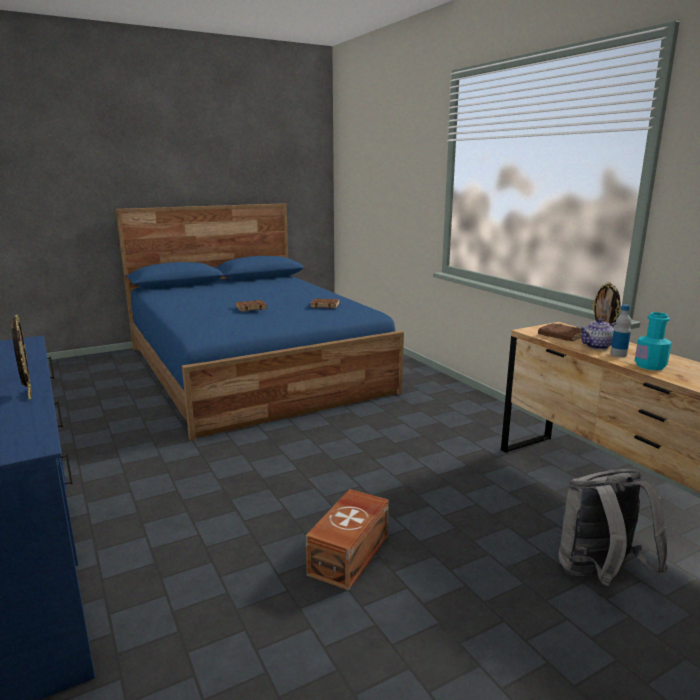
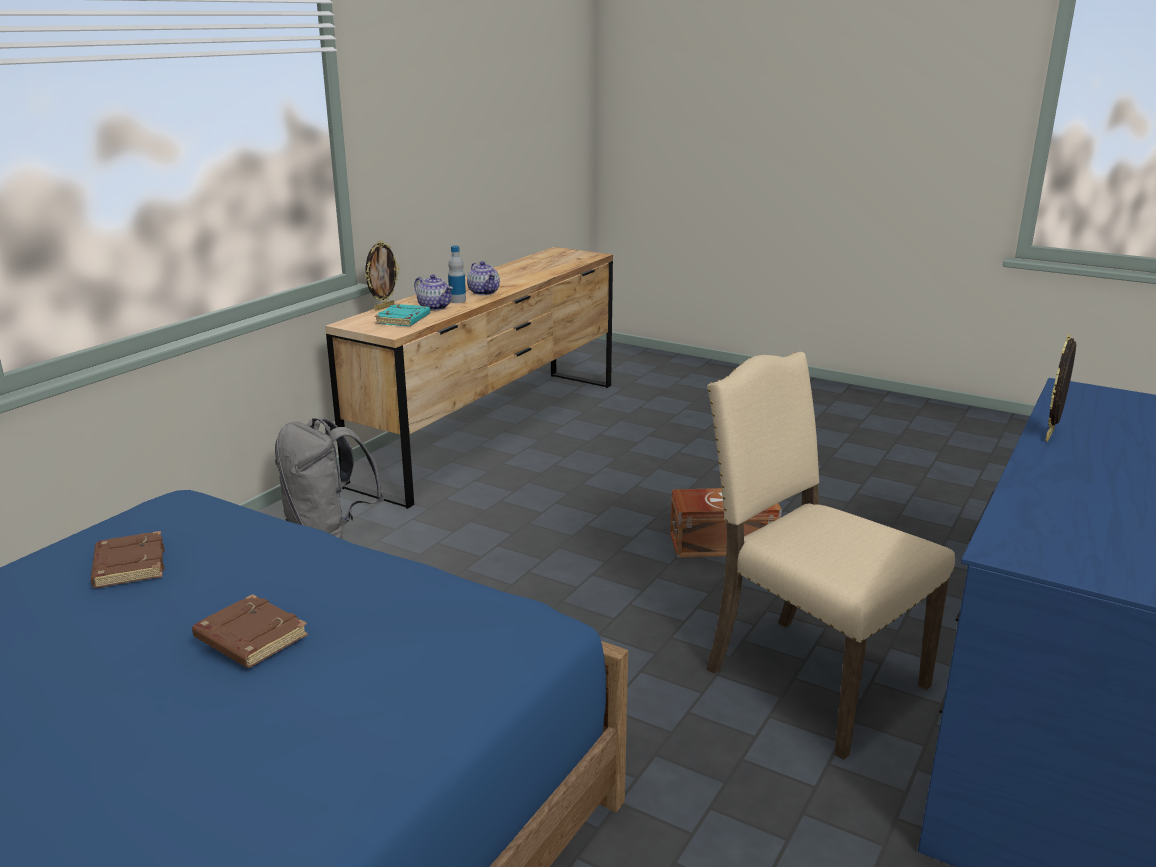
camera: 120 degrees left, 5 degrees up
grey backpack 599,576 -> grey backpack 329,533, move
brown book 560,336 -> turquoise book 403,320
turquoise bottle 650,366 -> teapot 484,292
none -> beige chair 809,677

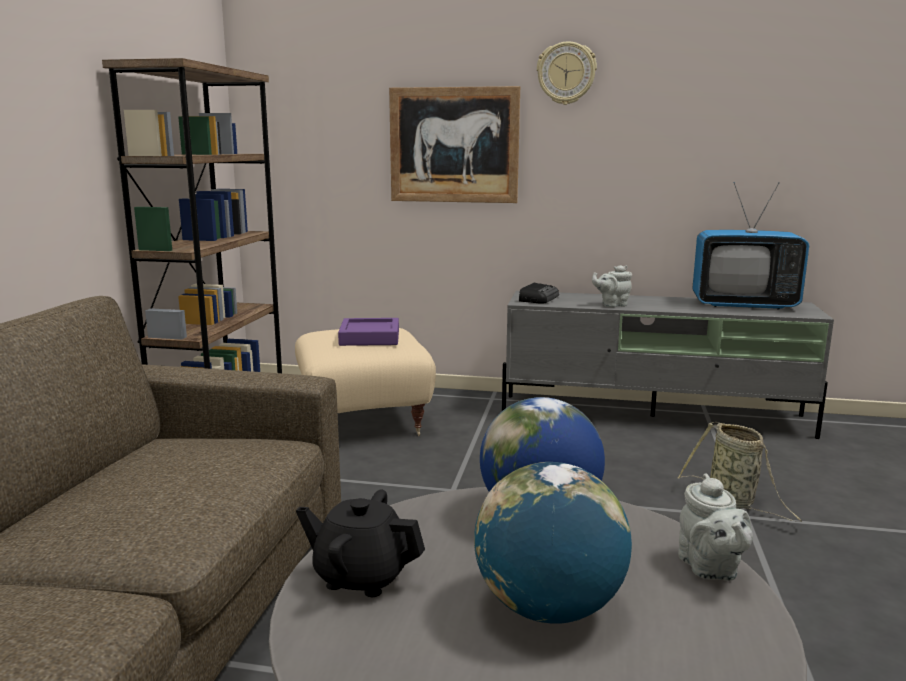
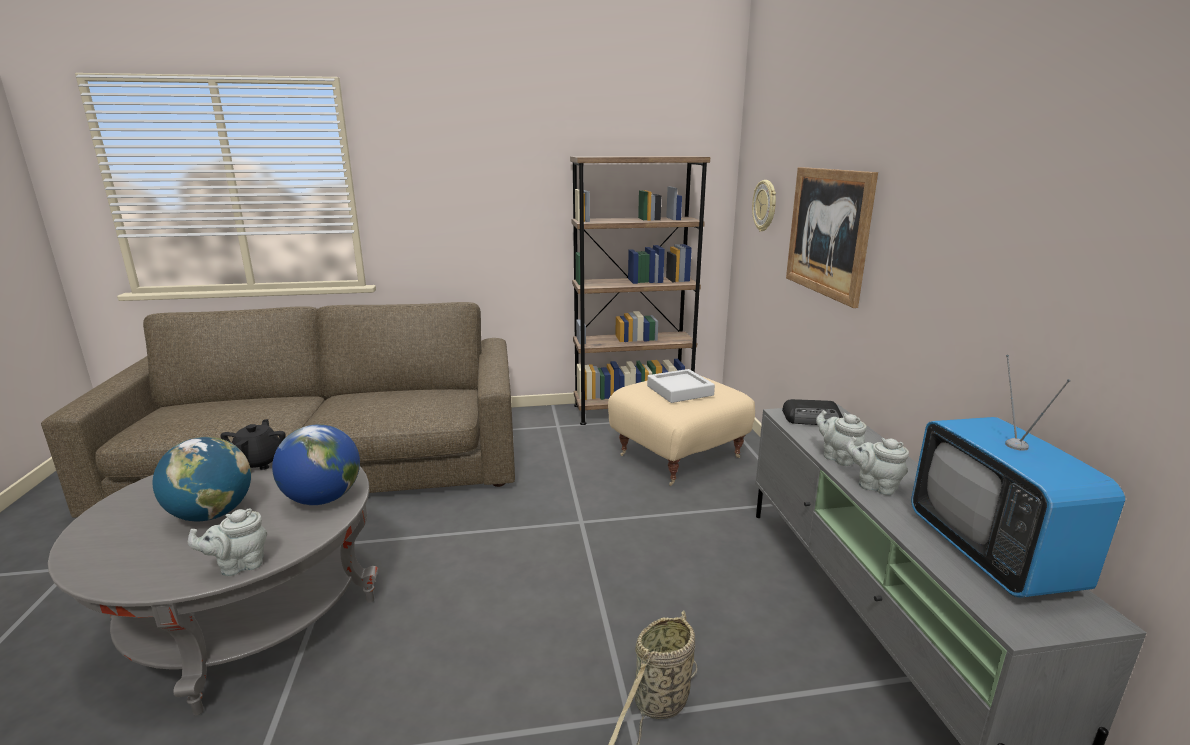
camera: 70 degrees right, 5 degrees up
purple tray 369,338 -> grey tray 679,391
wall clock 566,73 -> wall clock 765,205, move
none -> grey teapot 874,486

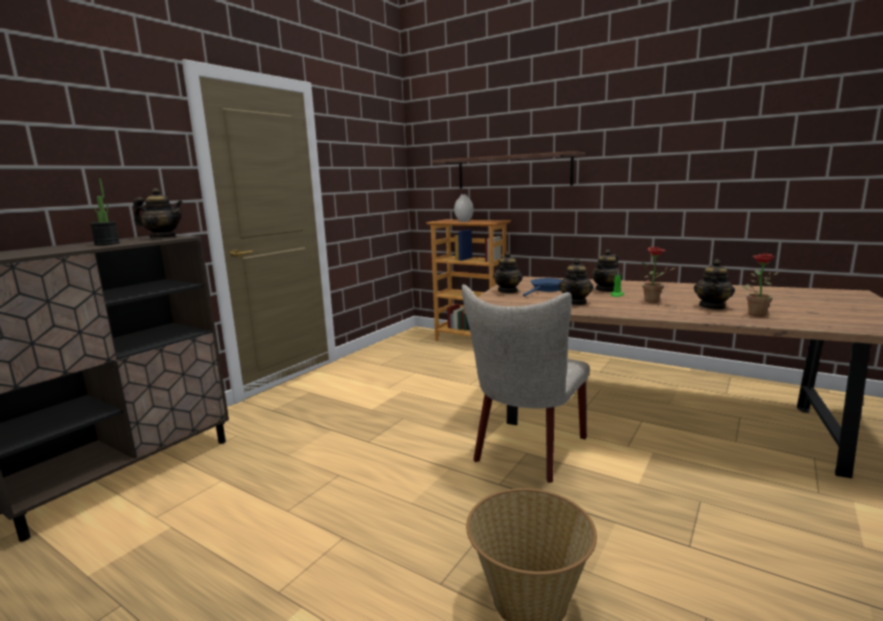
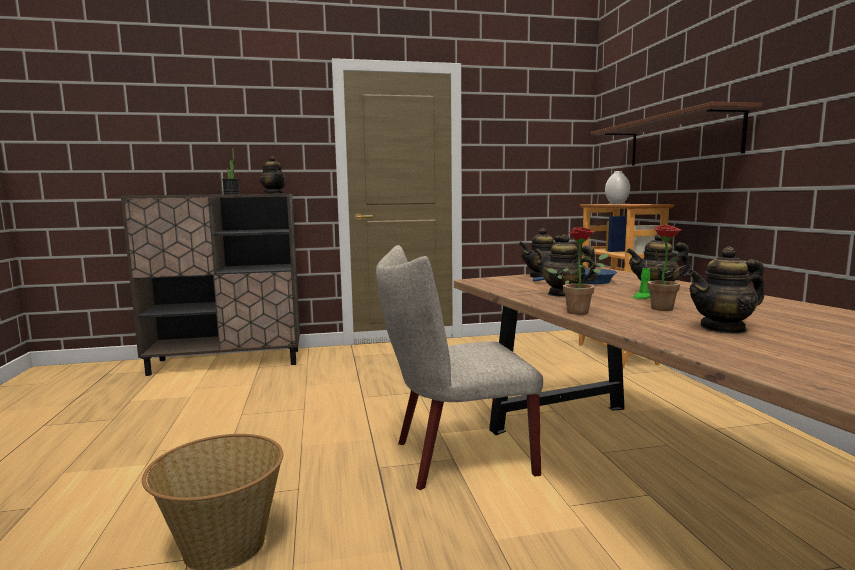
camera: 45 degrees right, 5 degrees down
teapot 575,302 -> teapot 563,294, 60 degrees clockwise
potted plant 755,313 -> potted plant 580,311, move

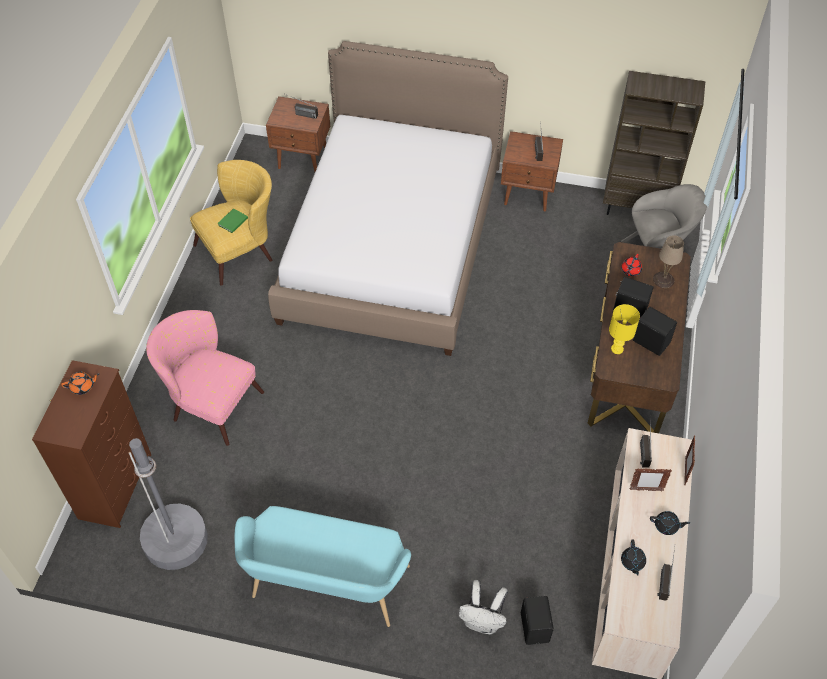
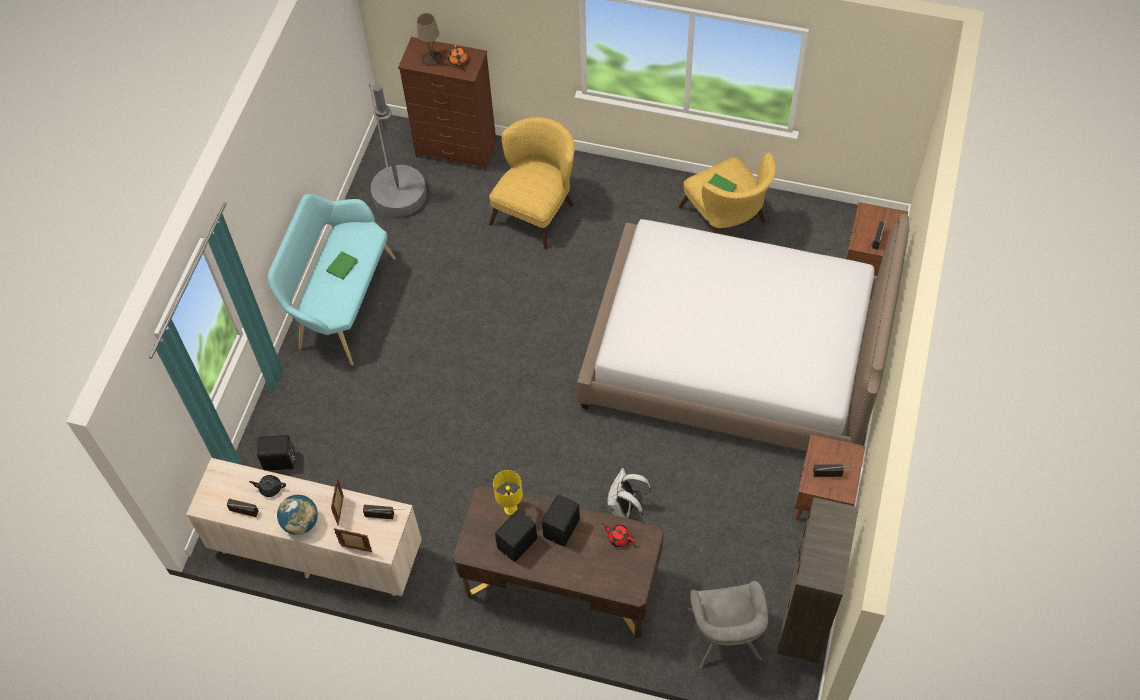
camera: 95 degrees right, 5 degrees up
black teapot 666,526 -> globe 301,523
none -> green book 343,265
beige table lamp 664,279 -> beige table lamp 432,58, move
pink armchair 210,403 -> yellow armchair 537,209
white backpack 483,622 -> white backpack 625,508, move

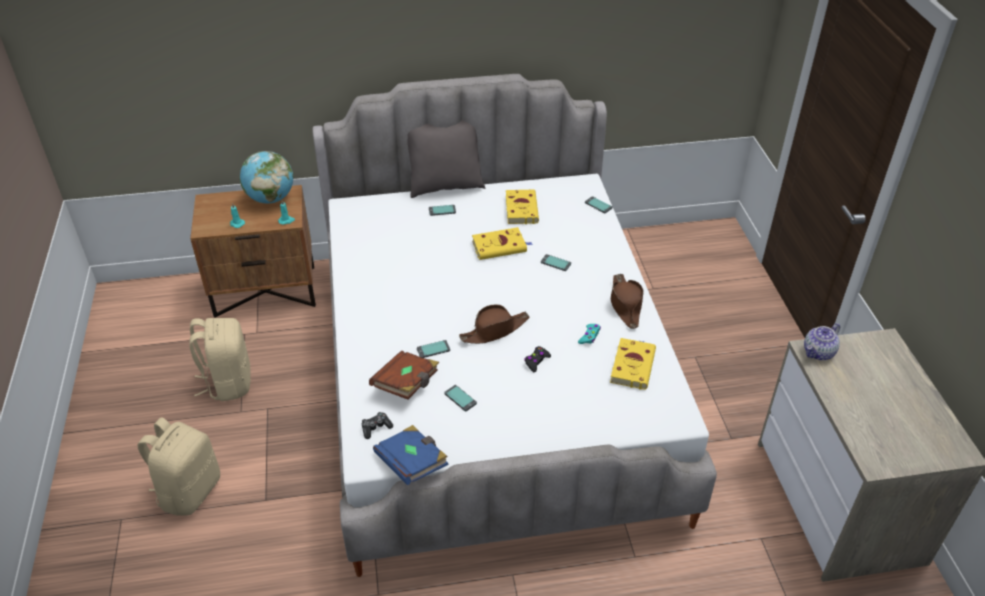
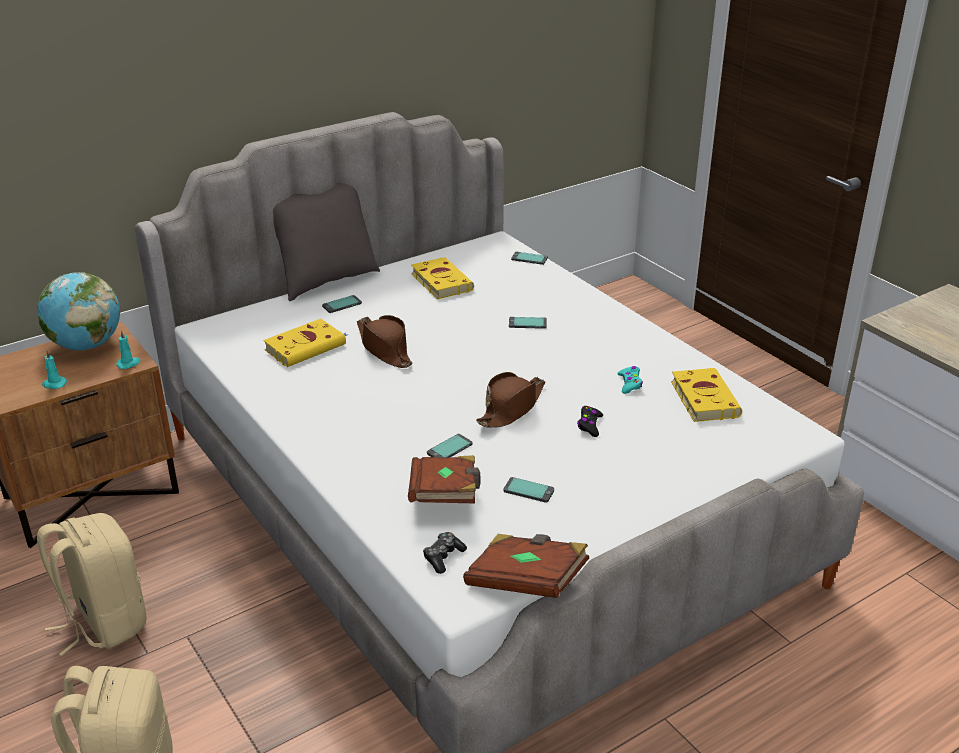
camera: 25 degrees left, 10 degrees down
yellow book 500,246 -> yellow book 307,347, move
brown hat 625,305 -> brown hat 384,348, move
blue book 412,463 -> brown book 526,582
teapot 818,353 -> none

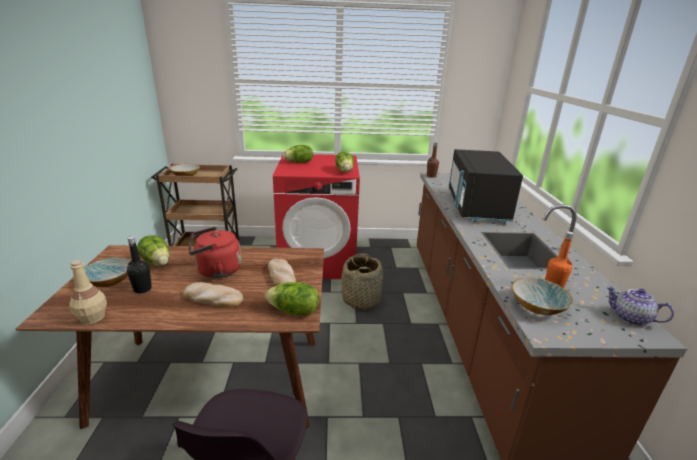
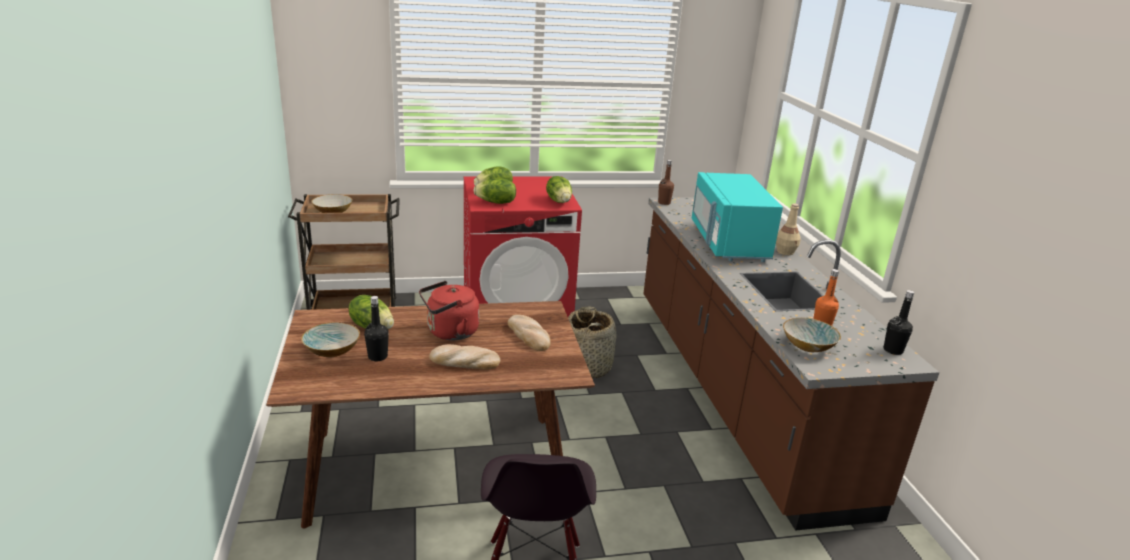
camera: 10 degrees left, 0 degrees up
lettuce 294,311 -> lettuce 496,202, move
black microwave 476,207 -> turquoise microwave 728,243
beige bottle 93,317 -> beige bottle 785,252, move
teapot 630,318 -> black bottle 893,350

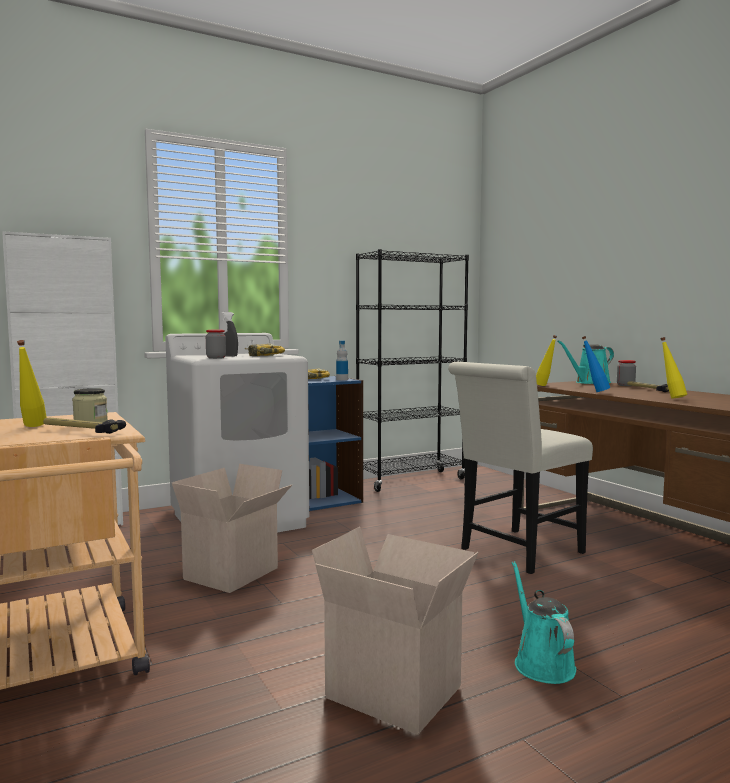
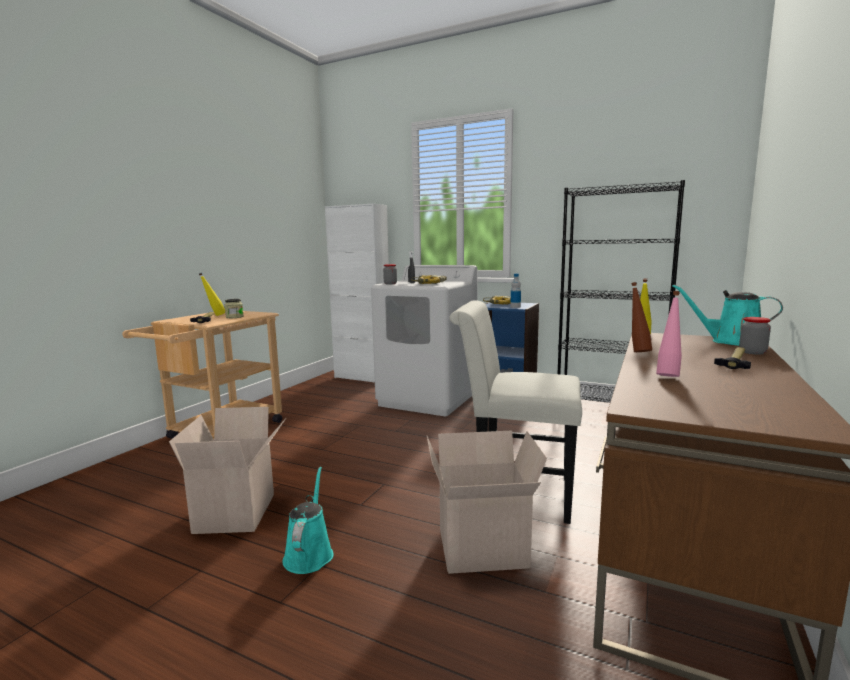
camera: 55 degrees right, 5 degrees up
turquoise watering can 541,663 -> turquoise watering can 309,553, 45 degrees counterclockwise
cardboard box 232,574 -> cardboard box 481,550, move
blue bottle 594,392 -> brown bottle 637,351
yellow bottle 671,398 -> pink bottle 668,375

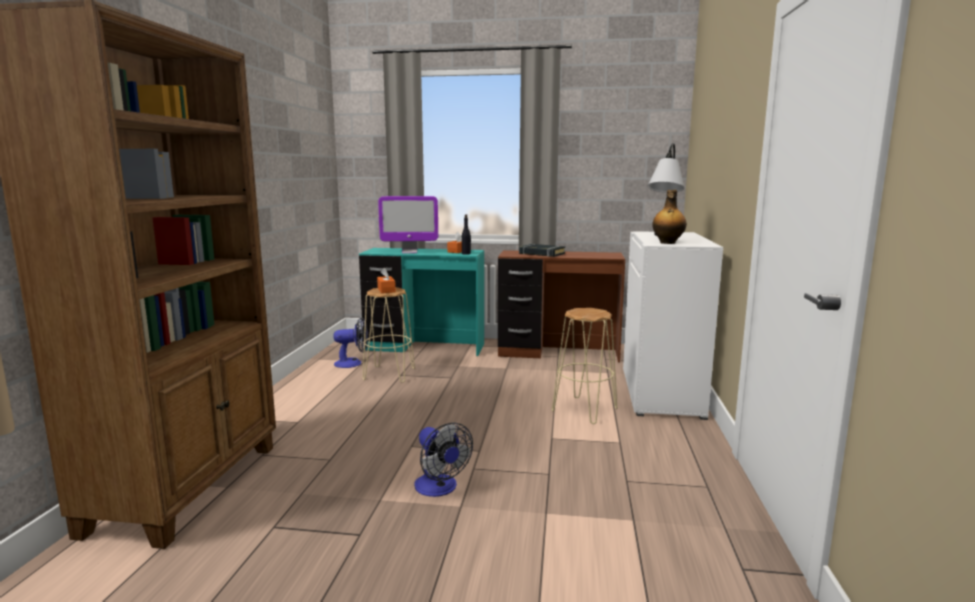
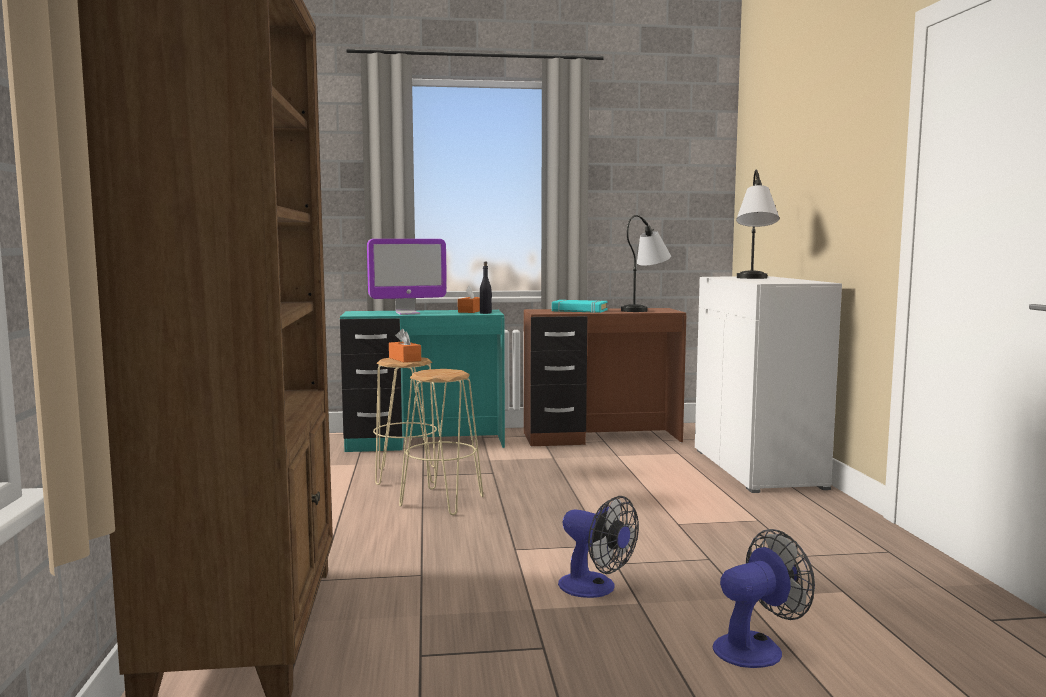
camera: 15 degrees left, 5 degrees down
beige stool 584,410 -> beige stool 441,501, move
black book 541,254 -> turquoise book 579,311
none -> table lamp 645,309
fan 353,363 -> fan 757,647, move
bottle 667,243 -> none

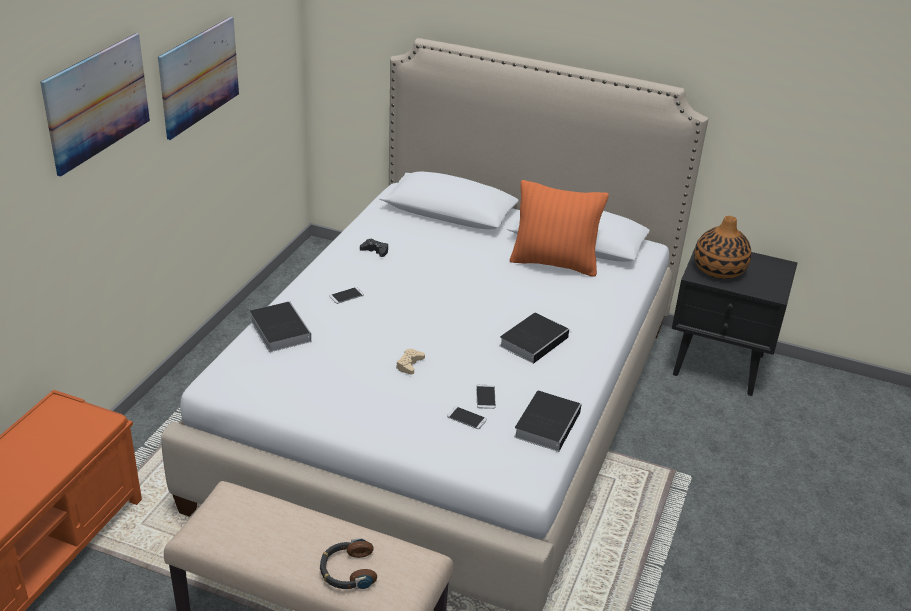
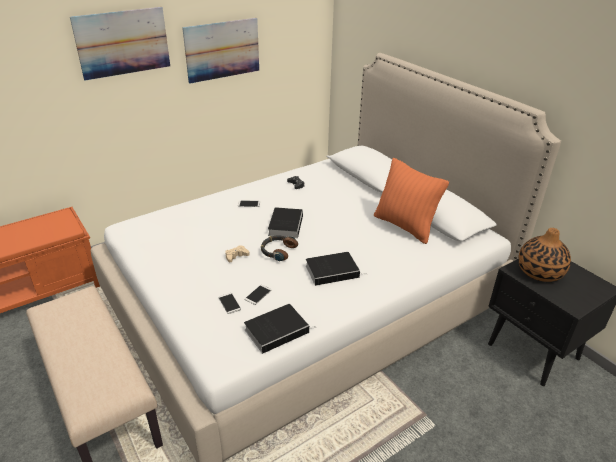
camera: 35 degrees right, 0 degrees up
headphones 347,571 -> headphones 278,251, move
book 279,329 -> book 285,224, move

